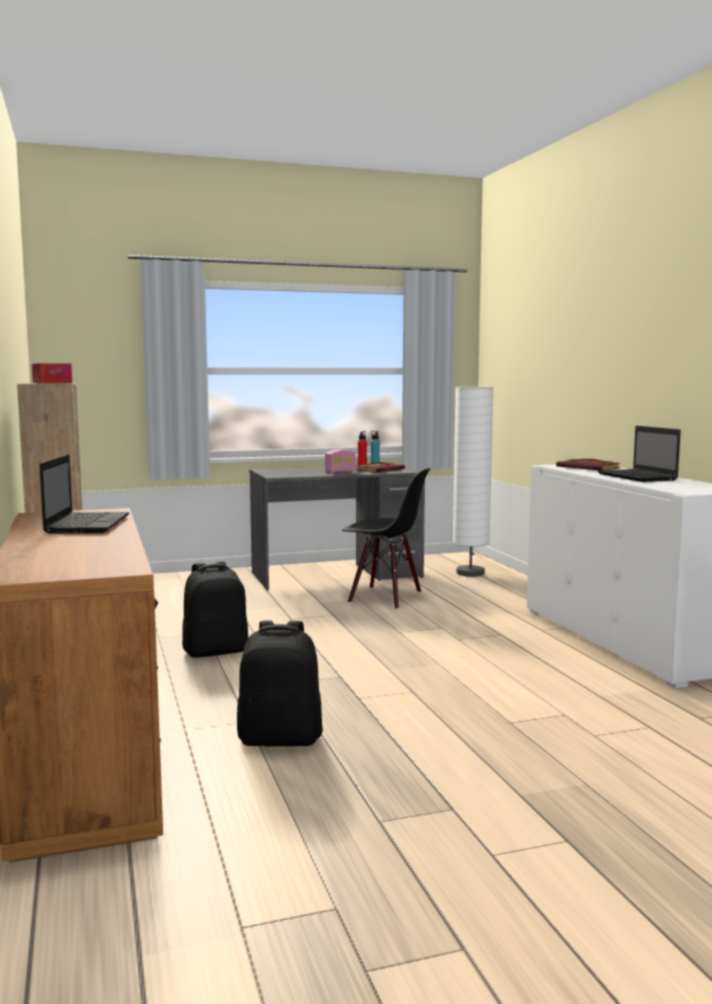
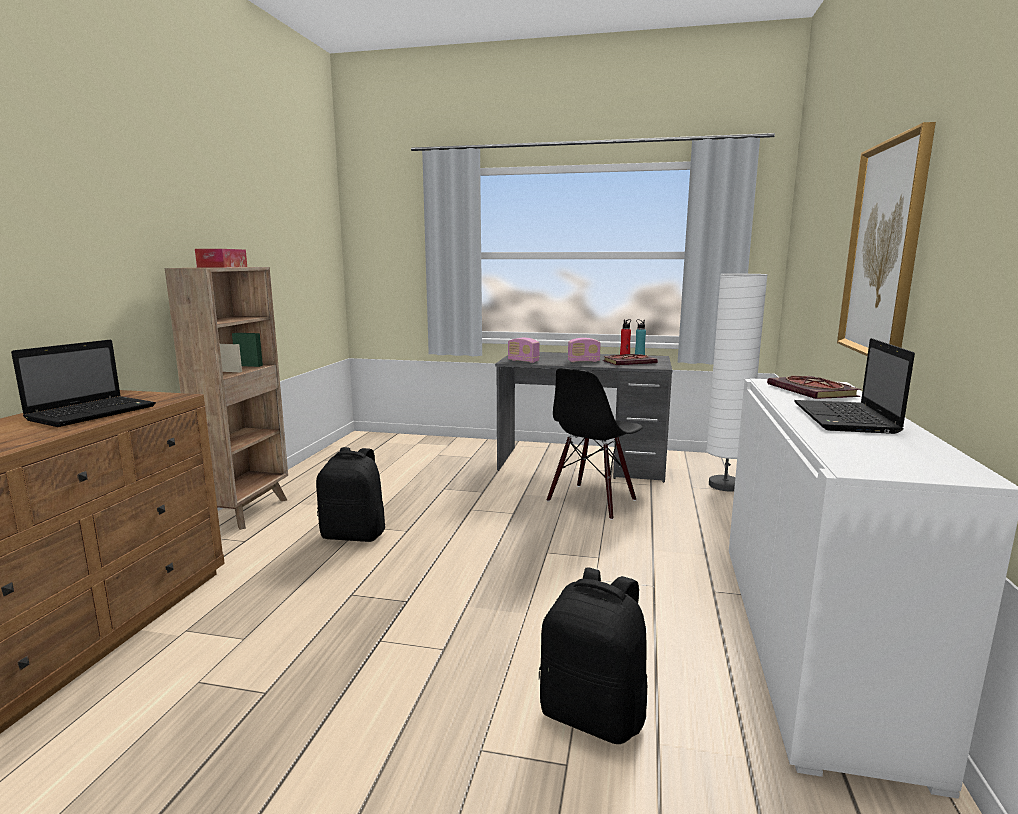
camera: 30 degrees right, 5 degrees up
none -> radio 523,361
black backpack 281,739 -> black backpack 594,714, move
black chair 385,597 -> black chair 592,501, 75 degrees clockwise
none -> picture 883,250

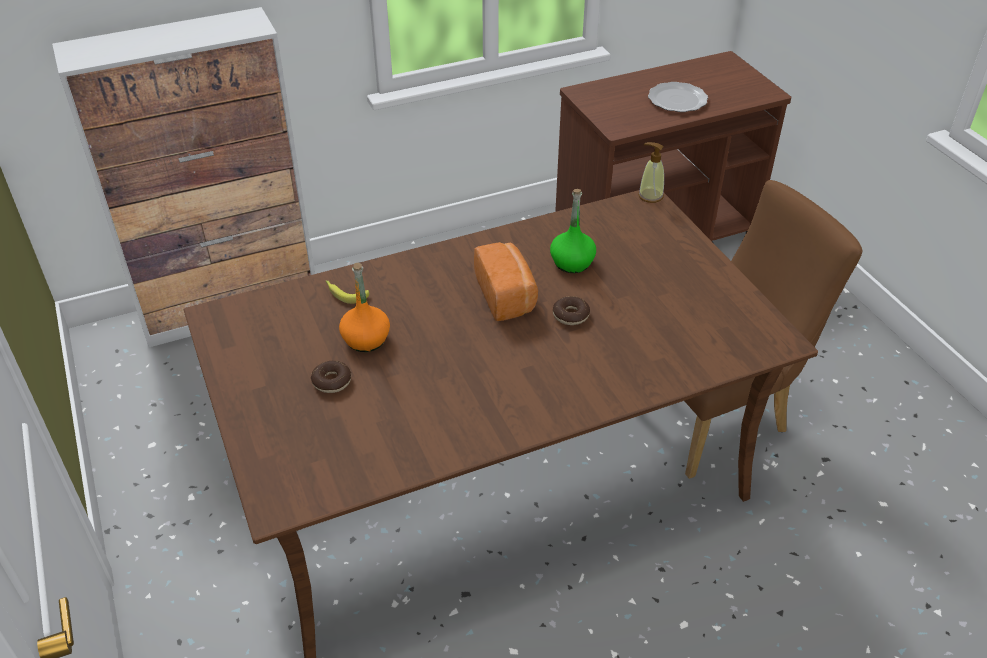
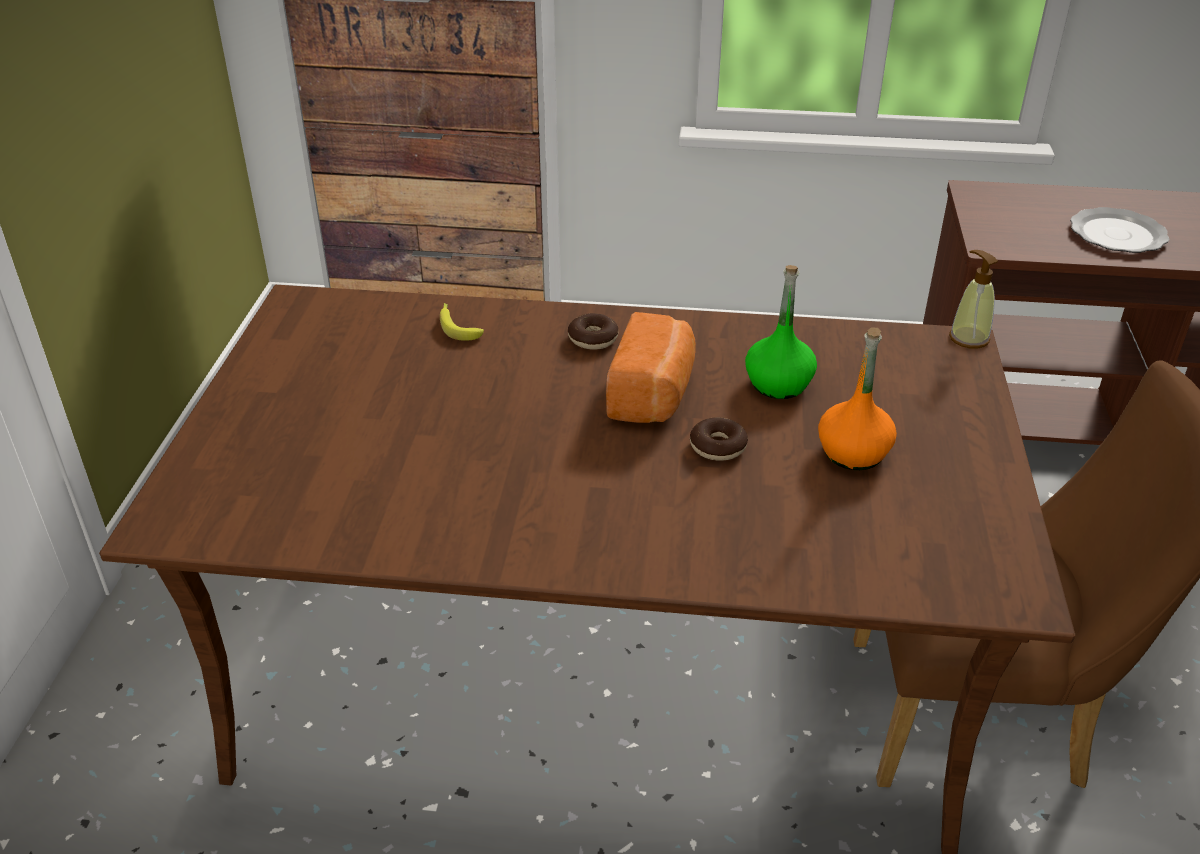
camera: 30 degrees right, 5 degrees down
donut 332,381 -> donut 593,339, move
orange bottle 366,340 -> orange bottle 853,453, move

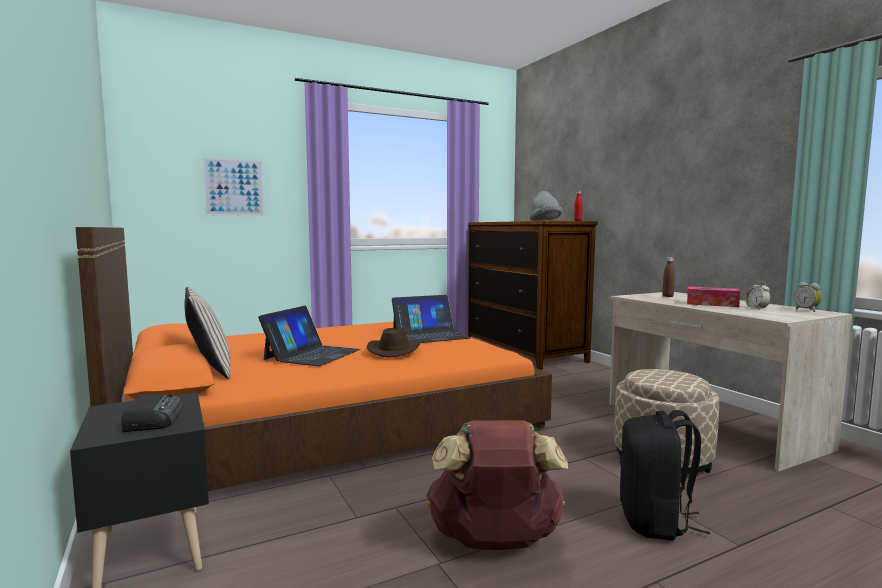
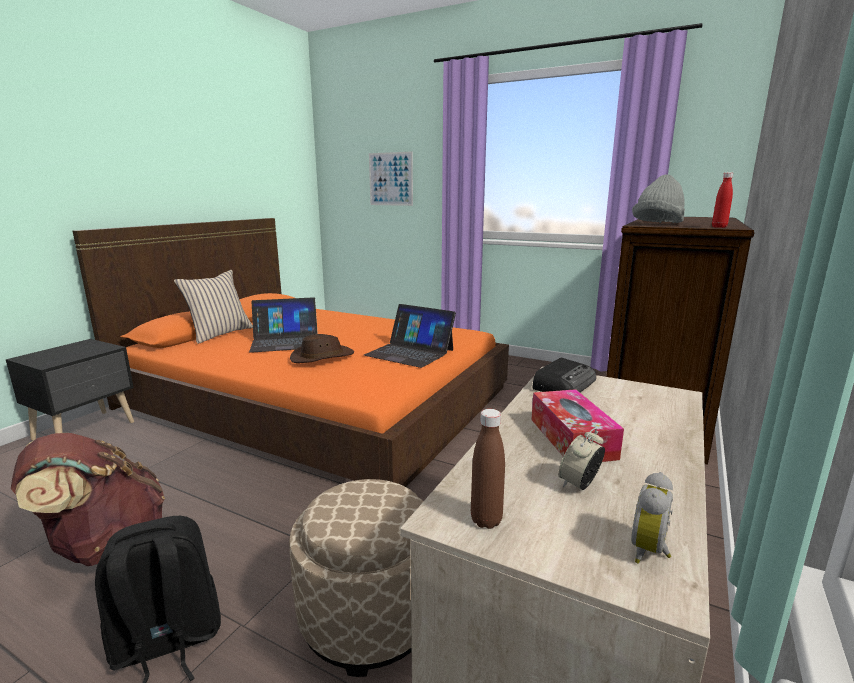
camera: 55 degrees right, 10 degrees up
brown bottle 667,296 -> brown bottle 486,520, move
radio 153,418 -> radio 564,384, move

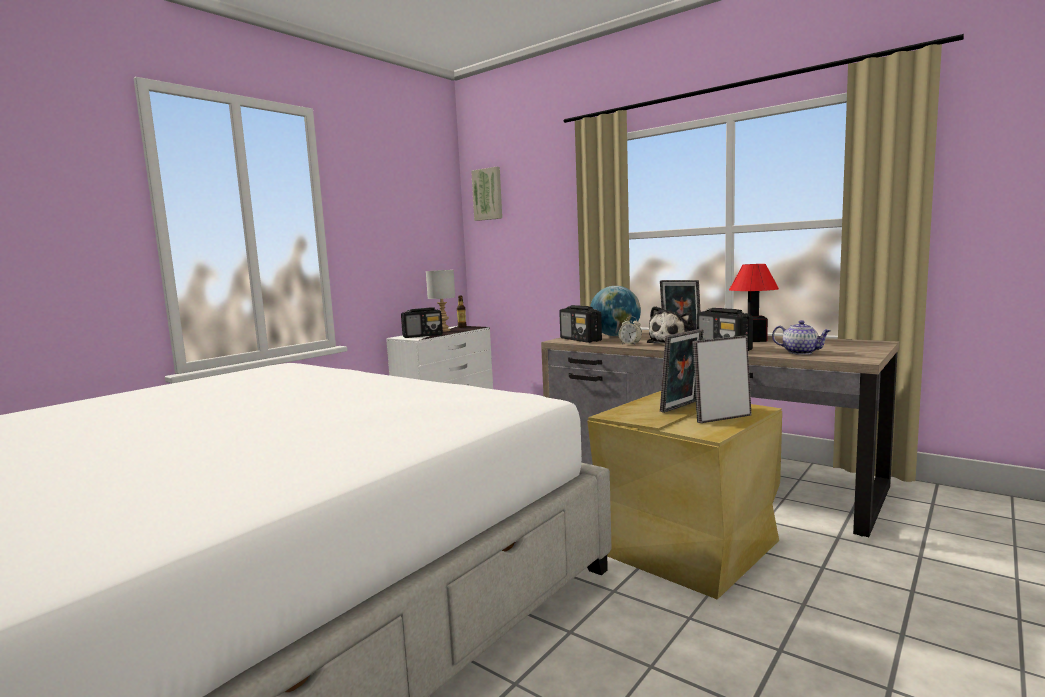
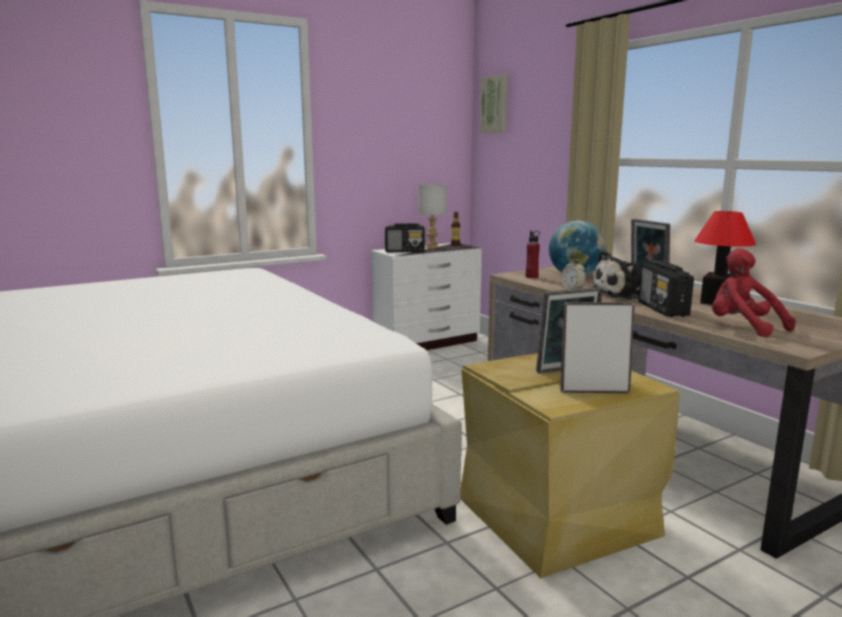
camera: 20 degrees right, 5 degrees up
radio 580,340 -> red bottle 531,277
teapot 801,352 -> red plush toy 742,327

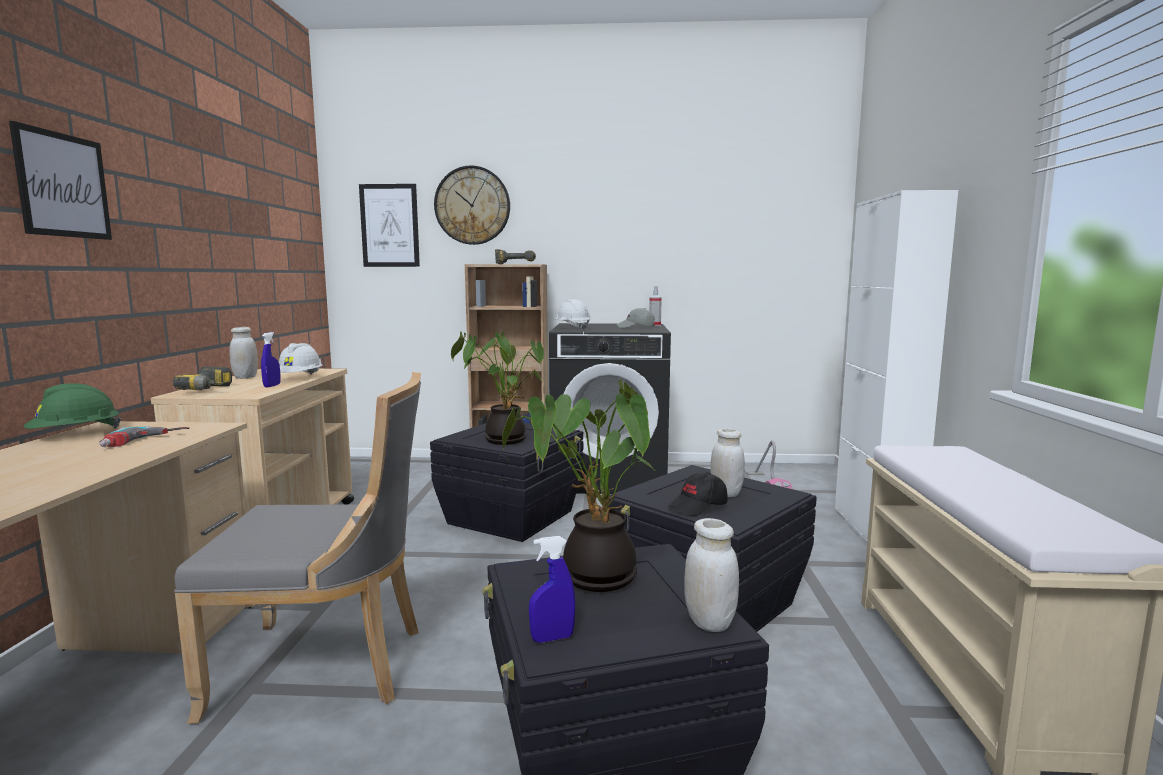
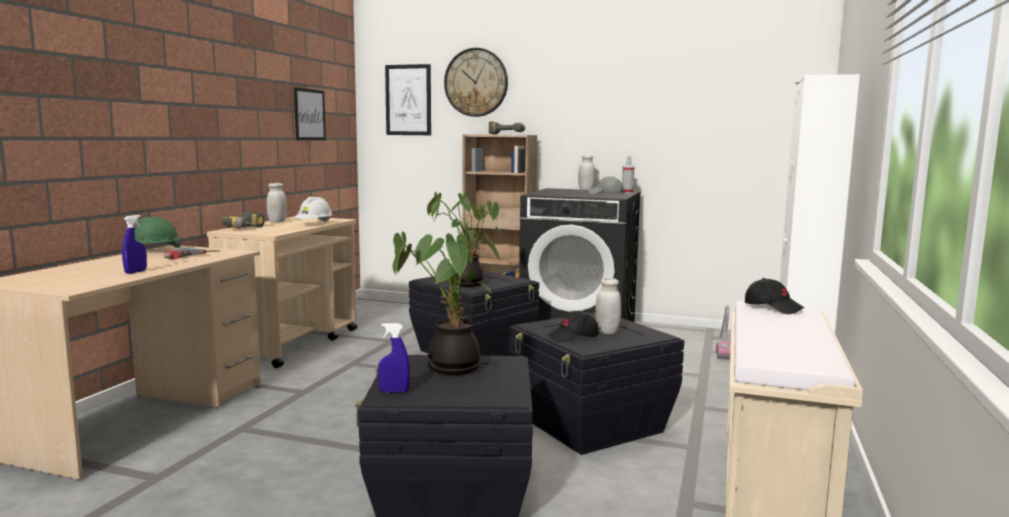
camera: 15 degrees right, 0 degrees up
blue spray bottle 272,386 -> blue spray bottle 136,272, move
picture 63,185 -> picture 309,114, move
white jar 709,622 -> white jar 586,190, move
none -> black cap 773,308
grey chair 328,666 -> none
white hard hat 572,328 -> none

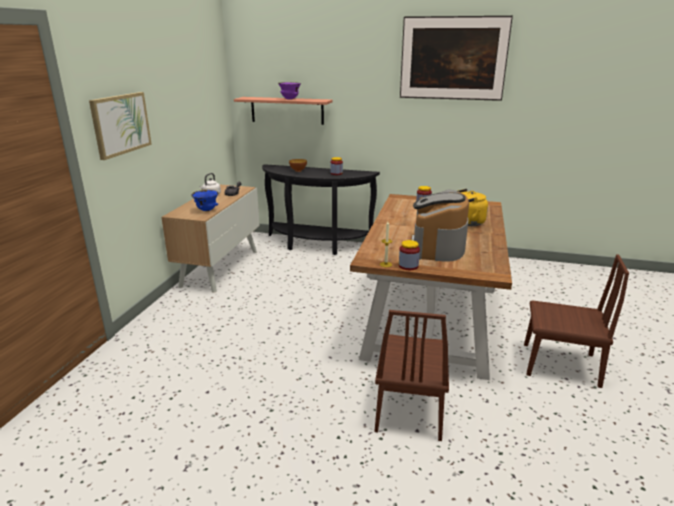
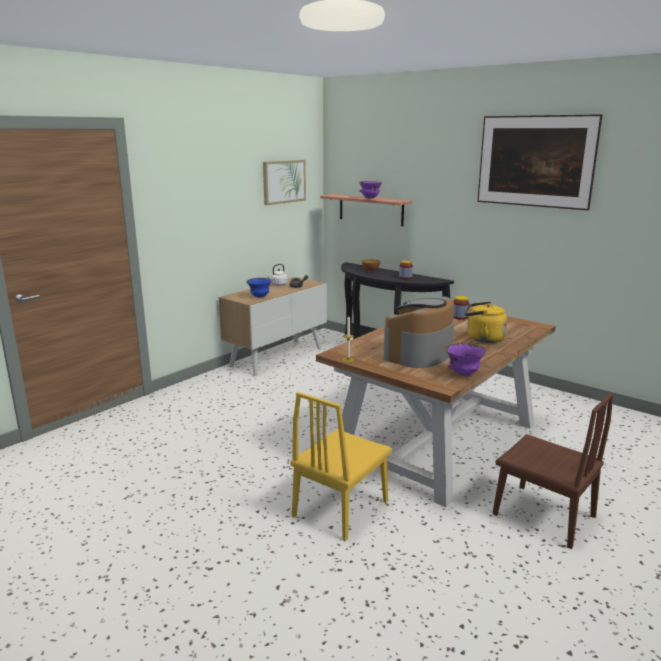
camera: 25 degrees right, 5 degrees down
picture 121,124 -> picture 284,181, move
brown chair 409,409 -> yellow chair 340,508
none -> purple bowl 463,374
jar 408,266 -> none

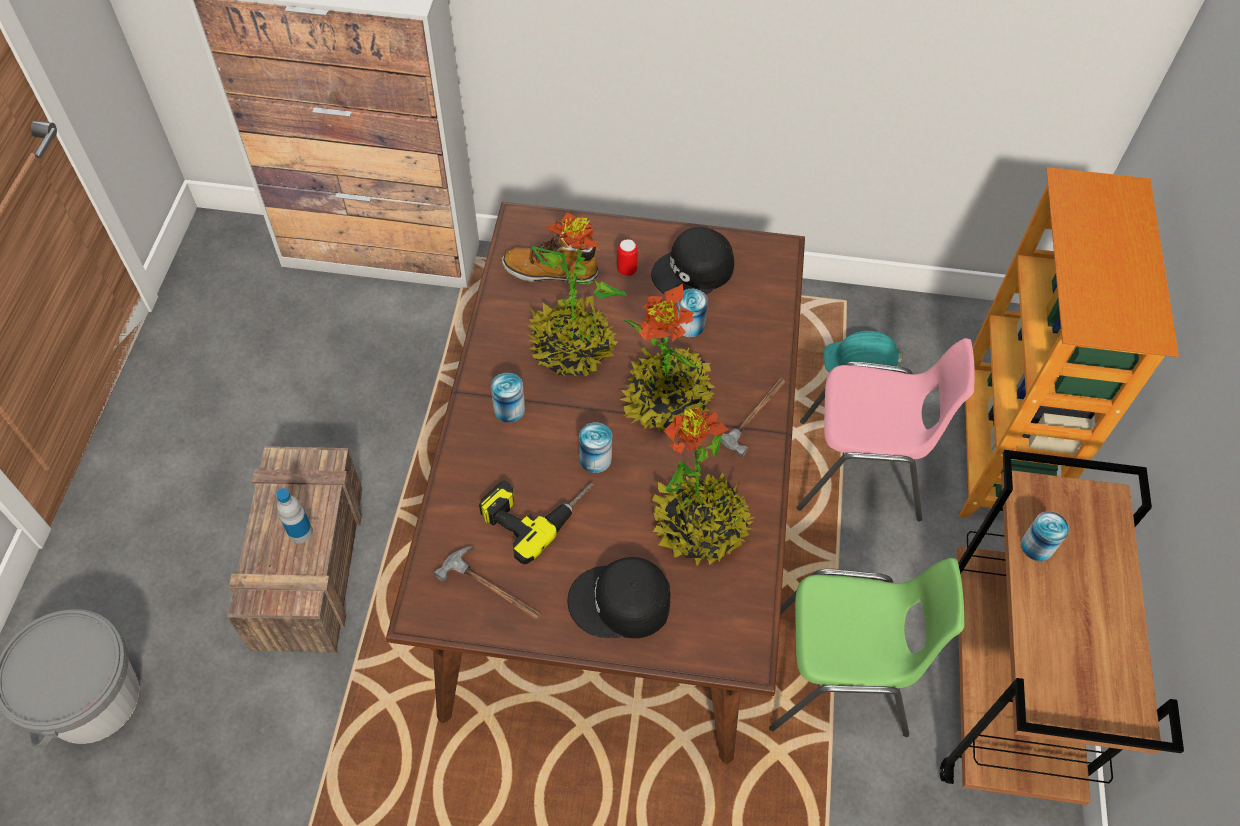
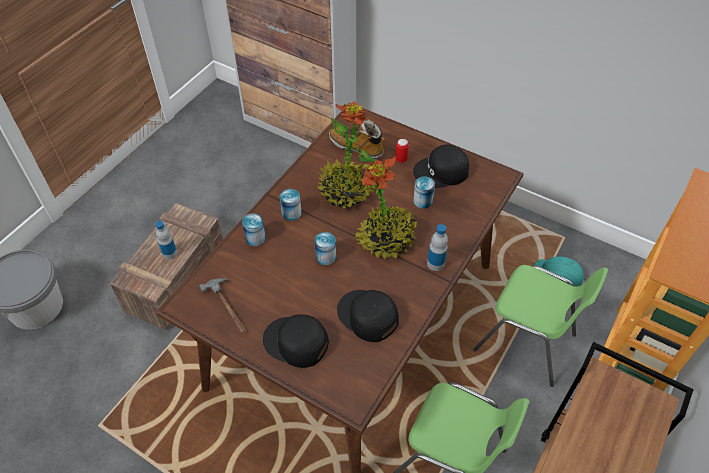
camera: 25 degrees right, 5 degrees down
can 1037,546 -> can 255,238, move
potted plant 700,526 -> black cap 367,316
hammer 753,414 -> bottle 435,264
pink chair 861,472 -> green chair 526,343
power drill 535,508 -> none

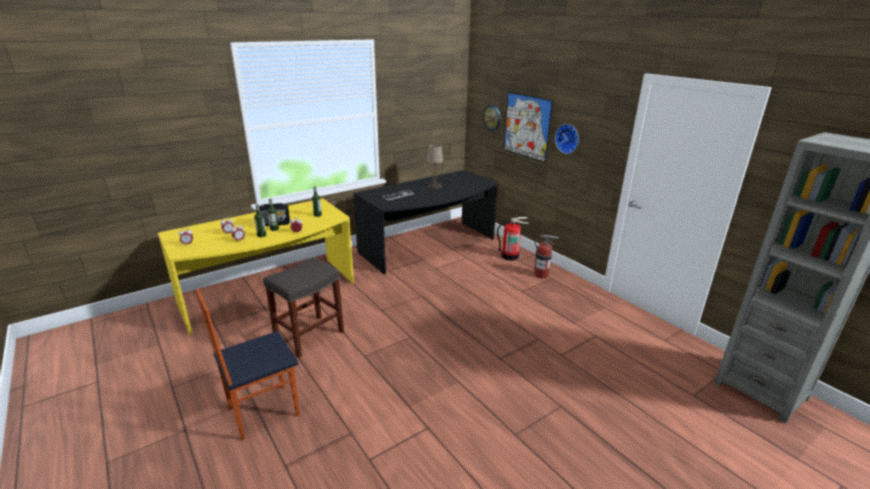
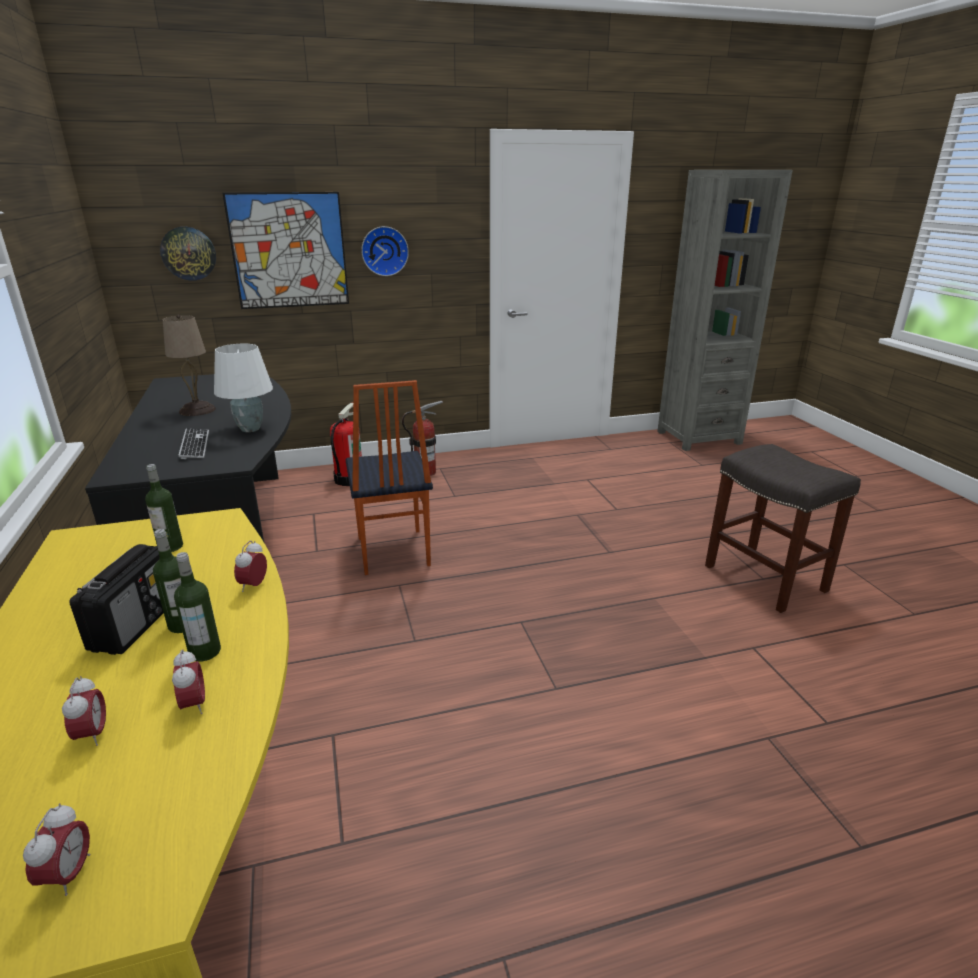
camera: 70 degrees left, 0 degrees up
none -> white table lamp 249,429
chair 263,411 -> chair 391,552, move
grey stool 309,336 -> grey stool 766,579, move

